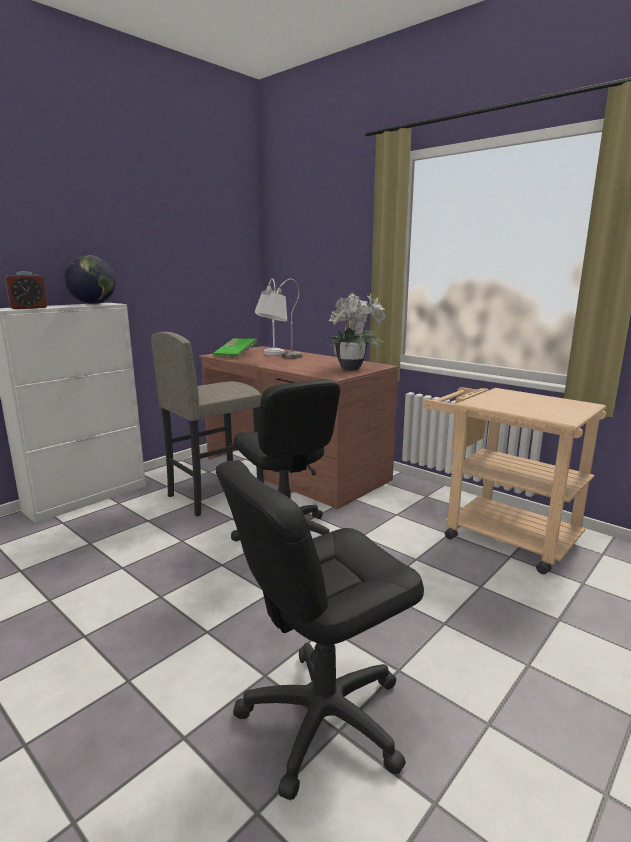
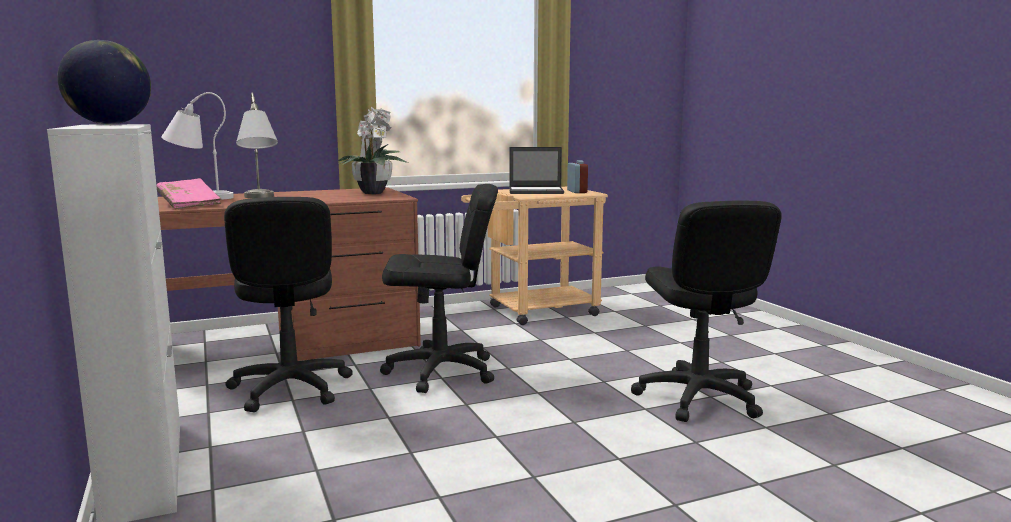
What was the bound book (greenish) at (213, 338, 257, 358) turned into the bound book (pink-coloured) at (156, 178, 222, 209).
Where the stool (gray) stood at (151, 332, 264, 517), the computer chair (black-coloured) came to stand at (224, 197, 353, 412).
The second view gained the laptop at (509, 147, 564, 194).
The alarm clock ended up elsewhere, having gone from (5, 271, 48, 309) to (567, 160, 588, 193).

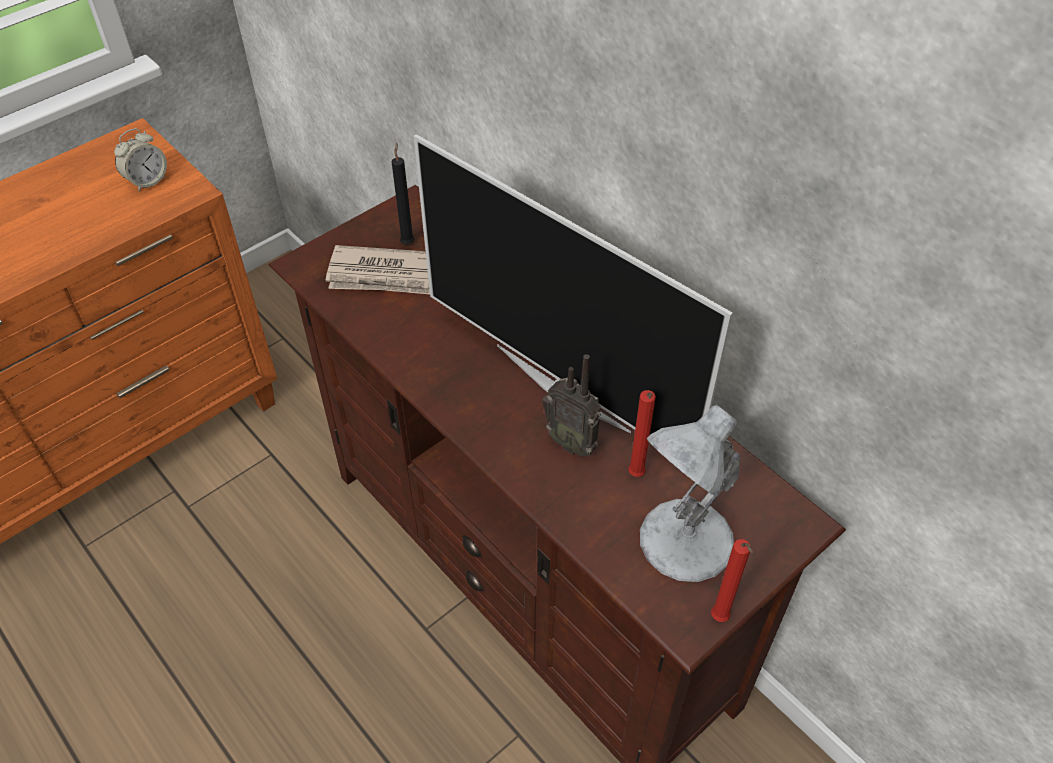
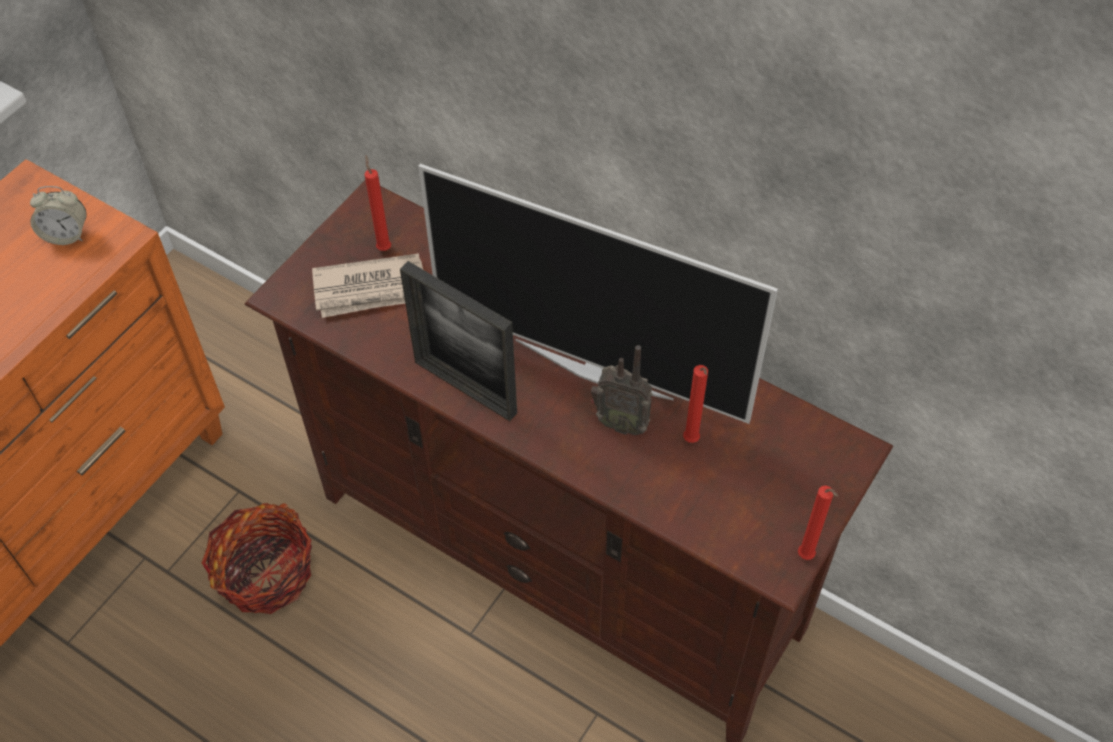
The alarm clock at (114, 128, 167, 191) ended up facing another way, 60 degrees clockwise from before.
The second view gained the household basket at (202, 503, 312, 614).
What was the wax light (black-coloured) at (391, 143, 415, 244) turned into the wax light (reddish) at (365, 155, 391, 251).
The second view gained the picture frame at (400, 261, 517, 421).
The second view lost the tabletop lamp (whitish) at (640, 405, 740, 582).

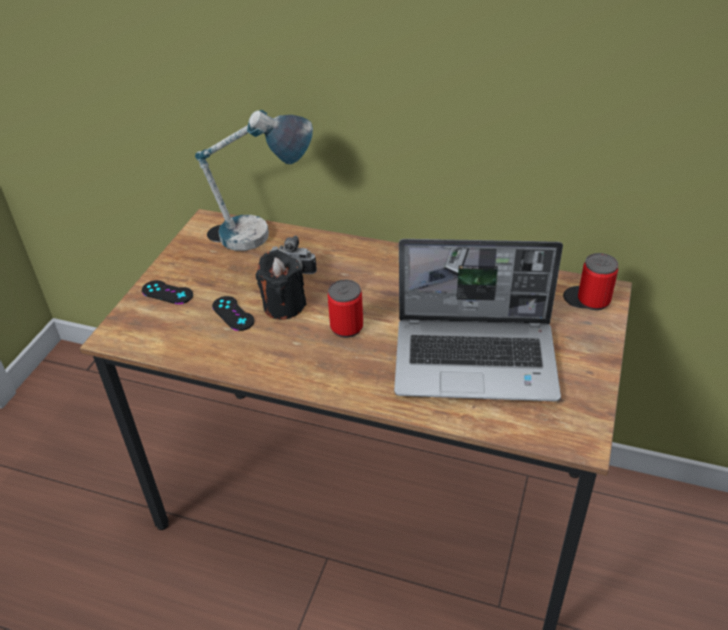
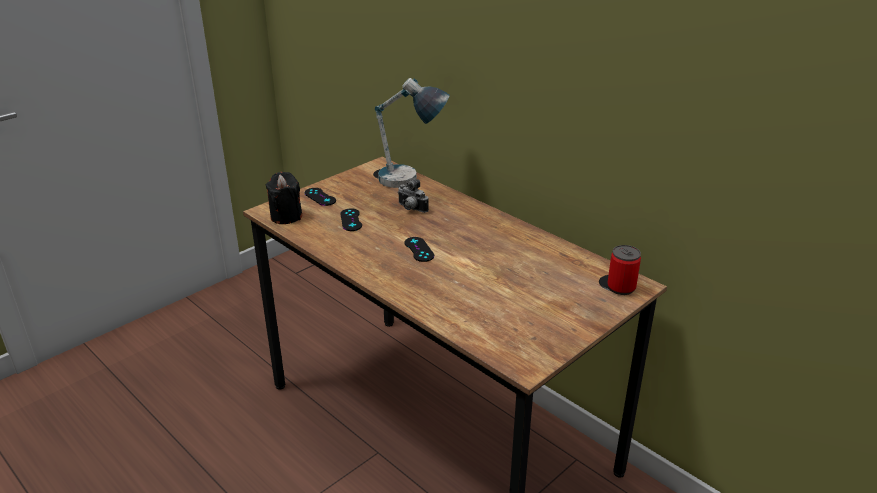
The wax light (black-coloured) ended up elsewhere, having gone from (256, 250, 307, 320) to (266, 172, 302, 224).
Where the metal can stood at (328, 280, 363, 338), the gamepad (black-coloured) came to stand at (404, 237, 434, 262).
The second view lost the laptop at (394, 239, 563, 401).

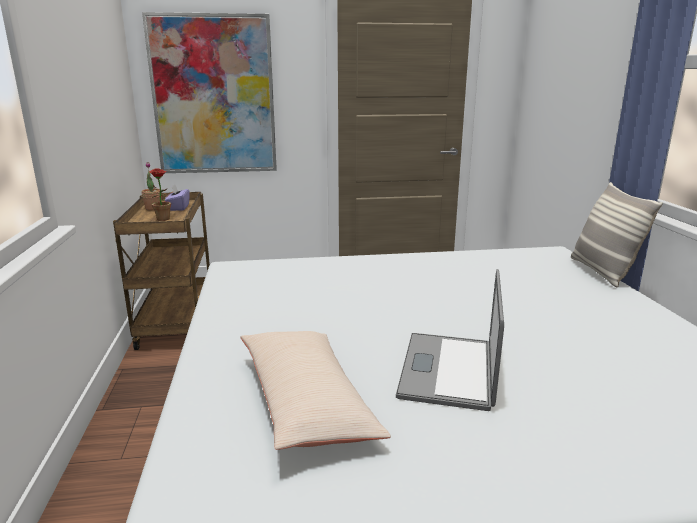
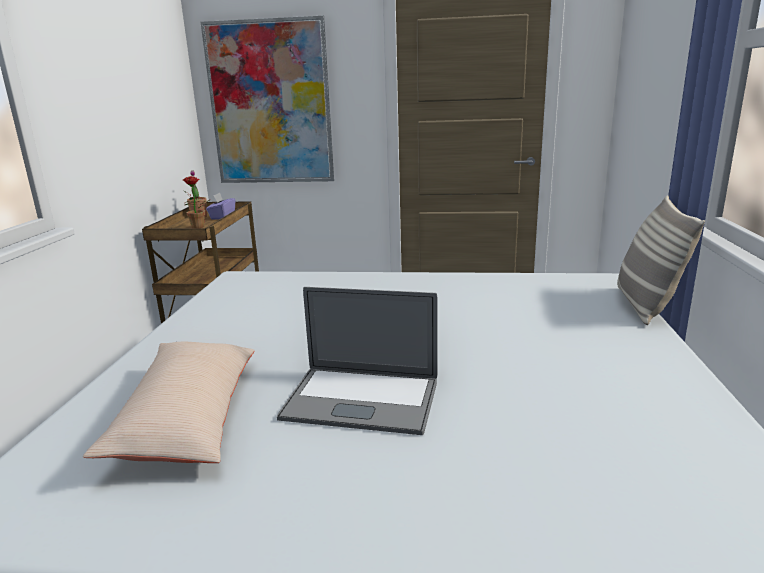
The laptop at (396, 269, 504, 411) ended up facing another way, 105 degrees counterclockwise from before.

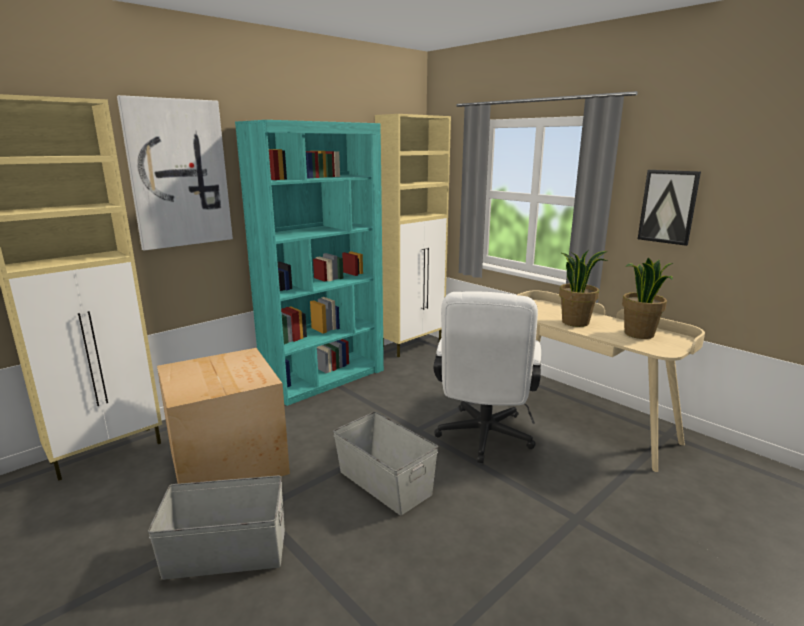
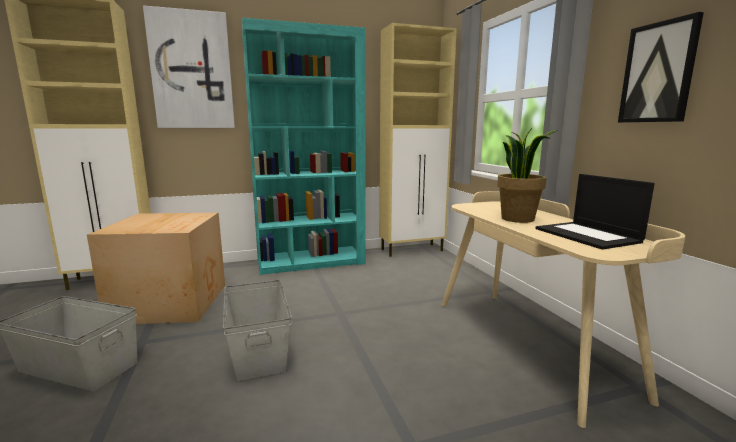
Where the houseplant stood at (622, 257, 673, 339), the laptop came to stand at (535, 174, 655, 250).
The second view lost the computer chair (whitish) at (433, 291, 541, 463).

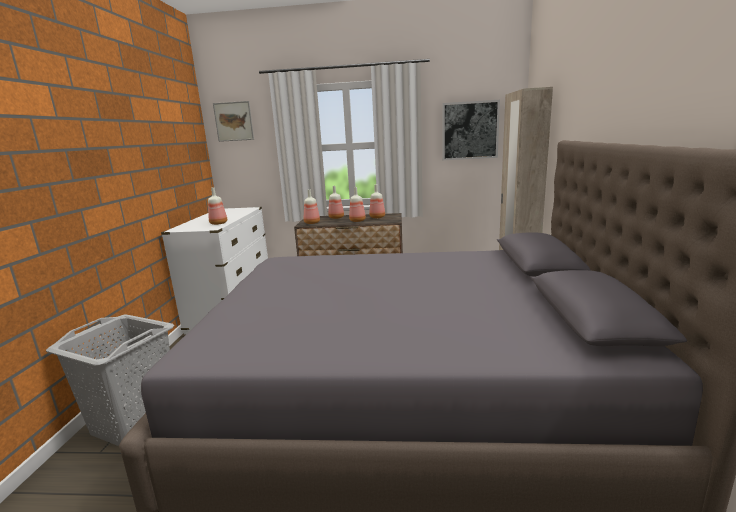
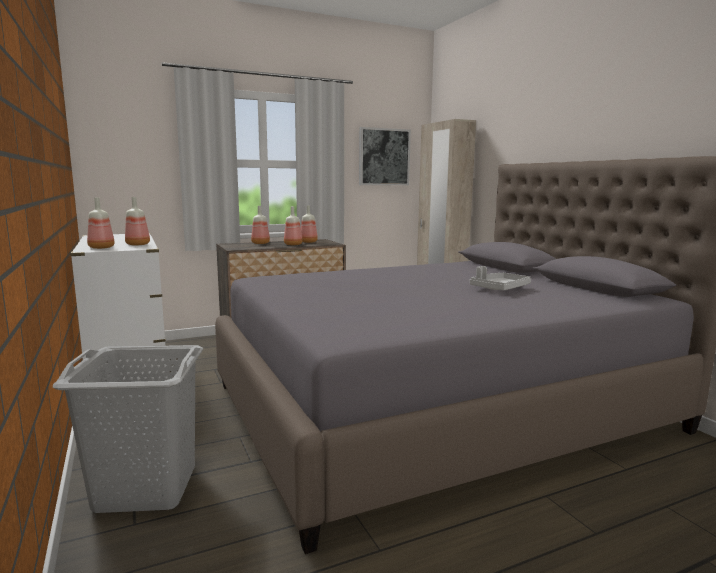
The bottle ended up elsewhere, having gone from (304, 189, 320, 224) to (87, 198, 115, 249).
The second view gained the tray (gray) at (470, 266, 531, 290).
The second view lost the wall picture at (213, 101, 254, 142).

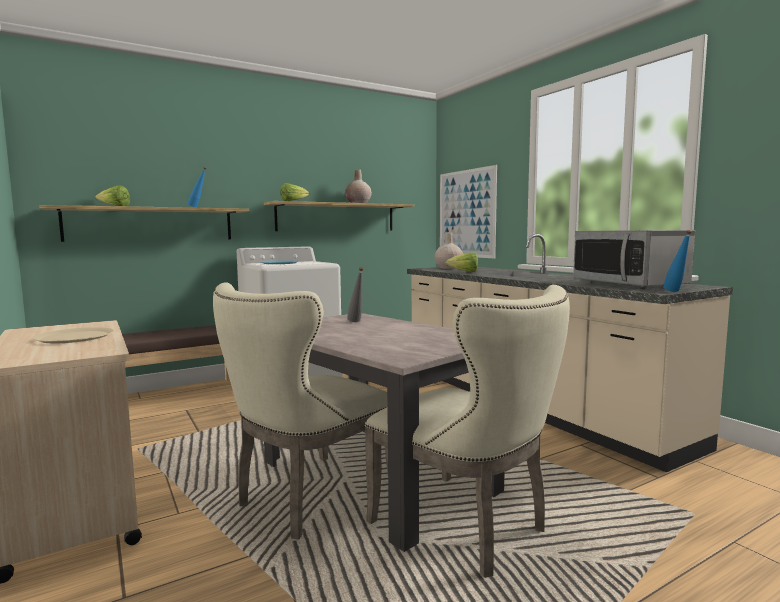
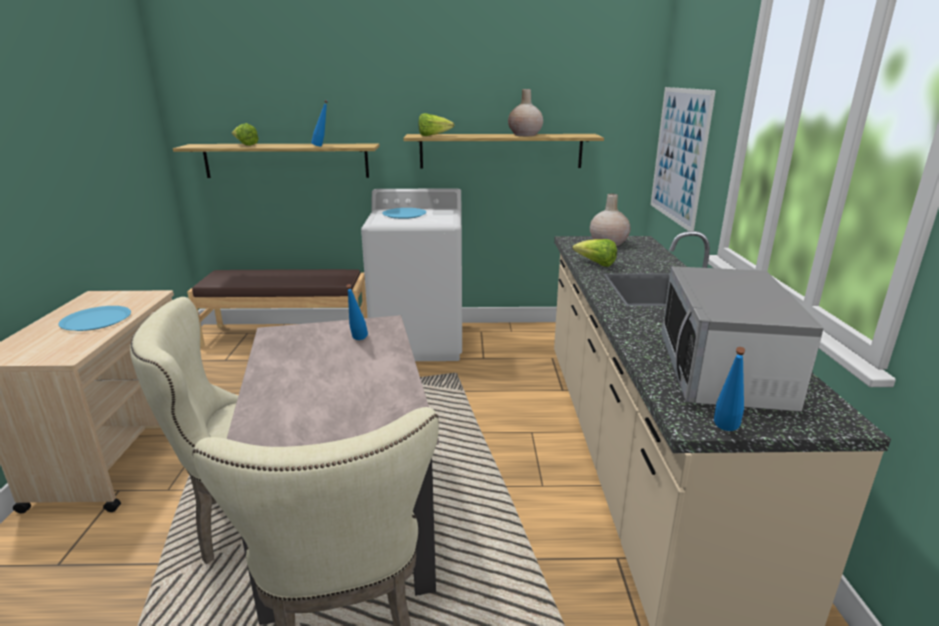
What was the flat dish (beige-coloured) at (33, 327, 114, 343) turned into the flat dish (bluish) at (59, 306, 131, 331).
What was the bottle (gray) at (347, 267, 363, 322) turned into the bottle (bluish) at (346, 284, 368, 340).

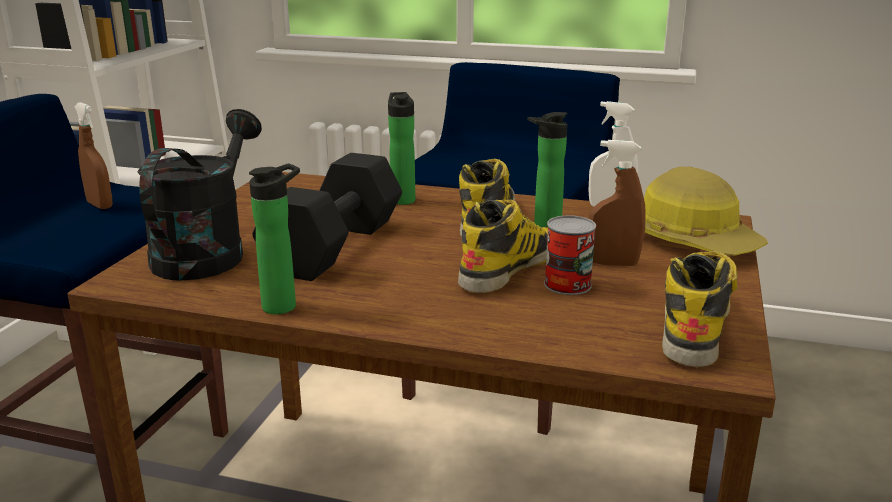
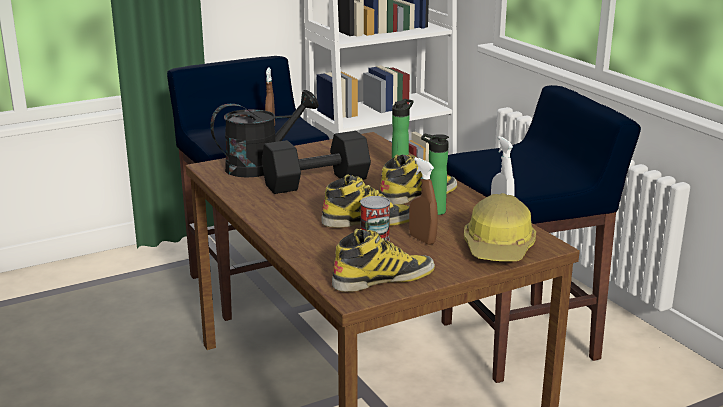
The second view lost the bottle at (249, 163, 300, 314).

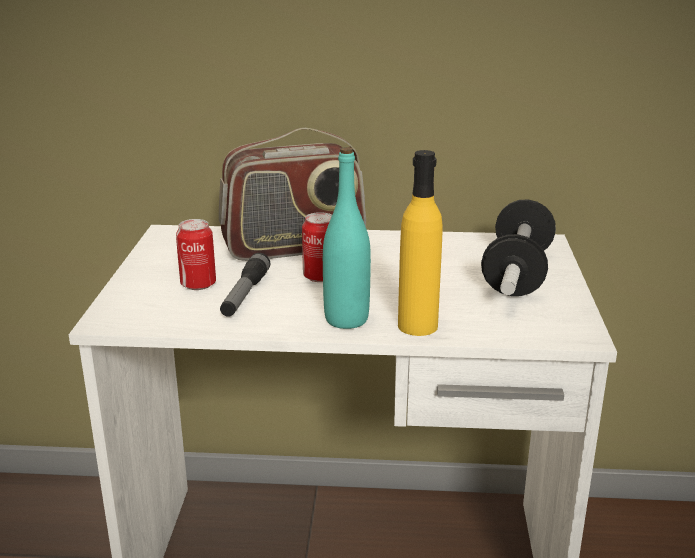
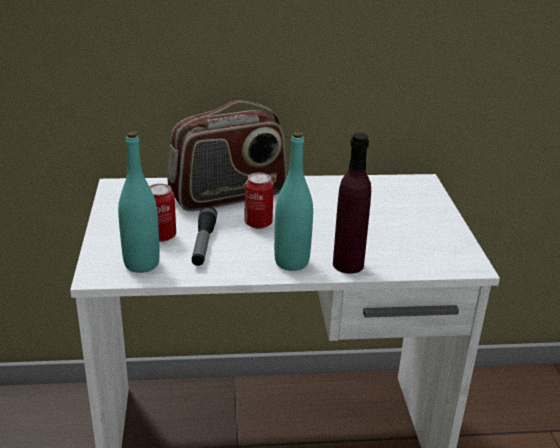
The second view gained the bottle (blue-green) at (118, 131, 160, 273).
What was the bottle (yellow) at (398, 150, 443, 336) turned into the bottle (purple) at (333, 133, 371, 274).
The second view lost the hand weight at (481, 199, 556, 296).

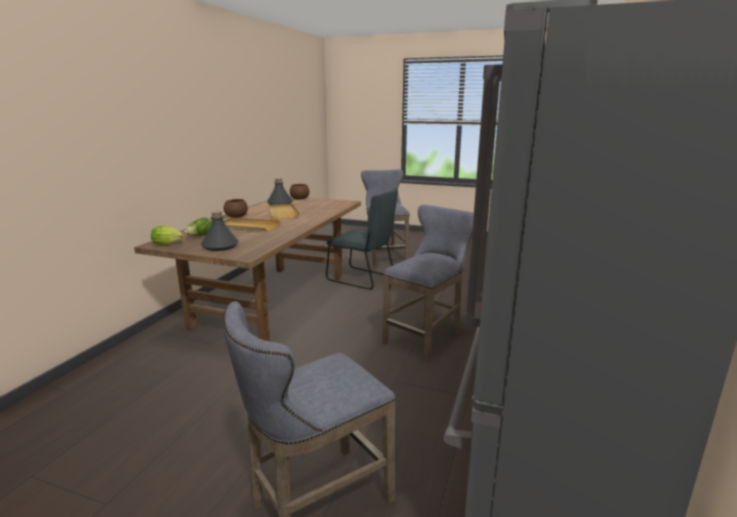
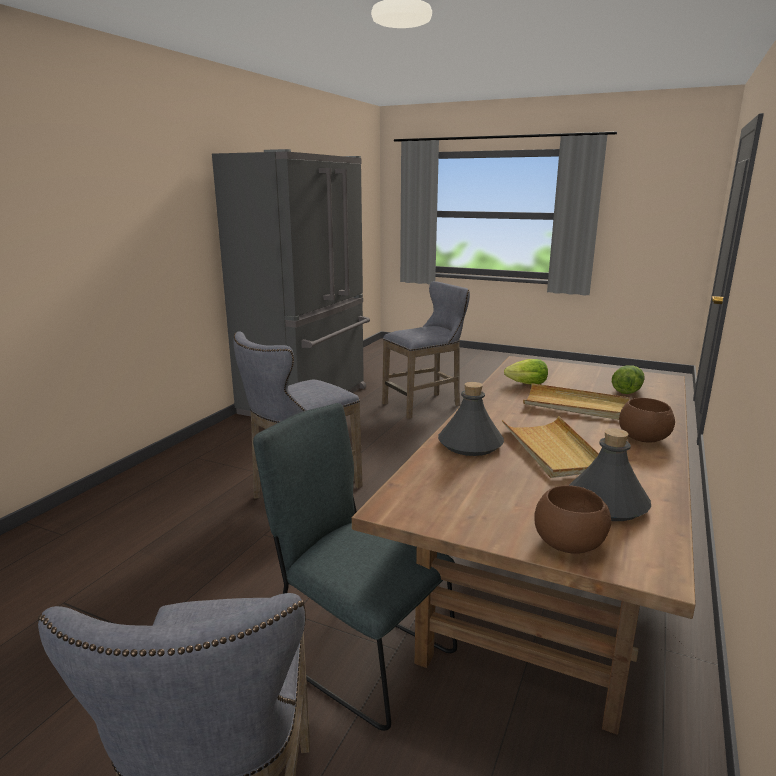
The bottle (gray) ended up elsewhere, having gone from (201, 211, 239, 251) to (438, 382, 504, 456).
The lettuce ended up elsewhere, having gone from (151, 226, 184, 245) to (504, 359, 548, 385).

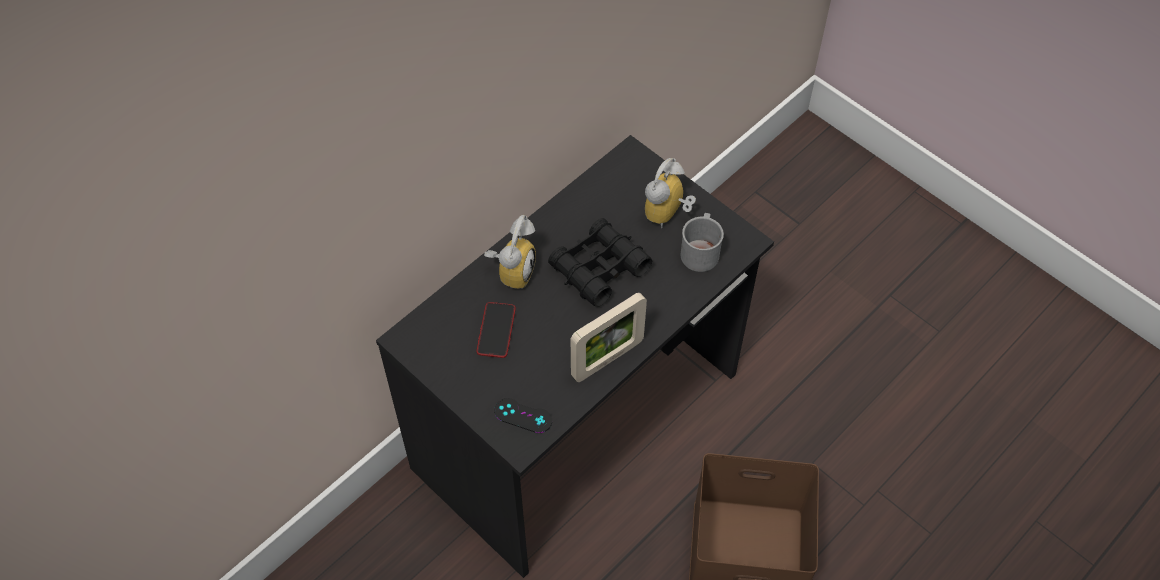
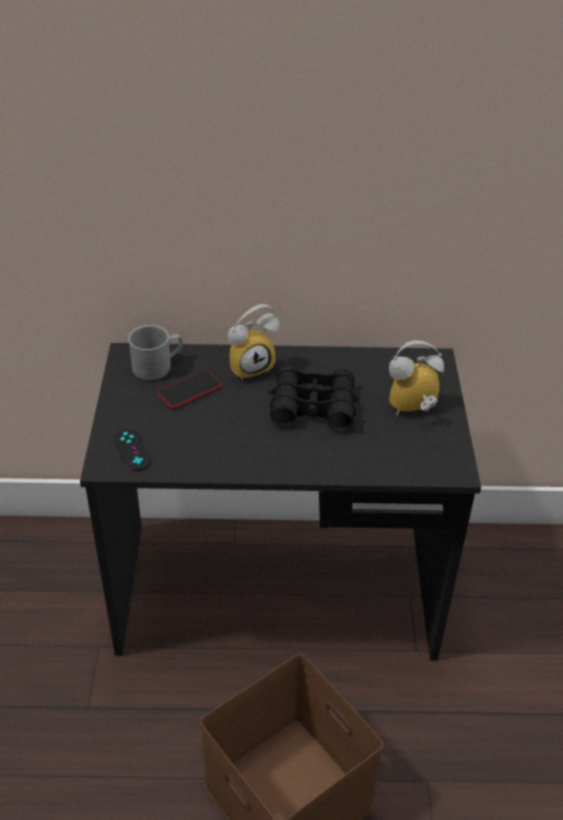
The mug (gray) ended up elsewhere, having gone from (681, 213, 724, 272) to (128, 325, 182, 380).
The second view lost the picture frame at (571, 292, 647, 382).

